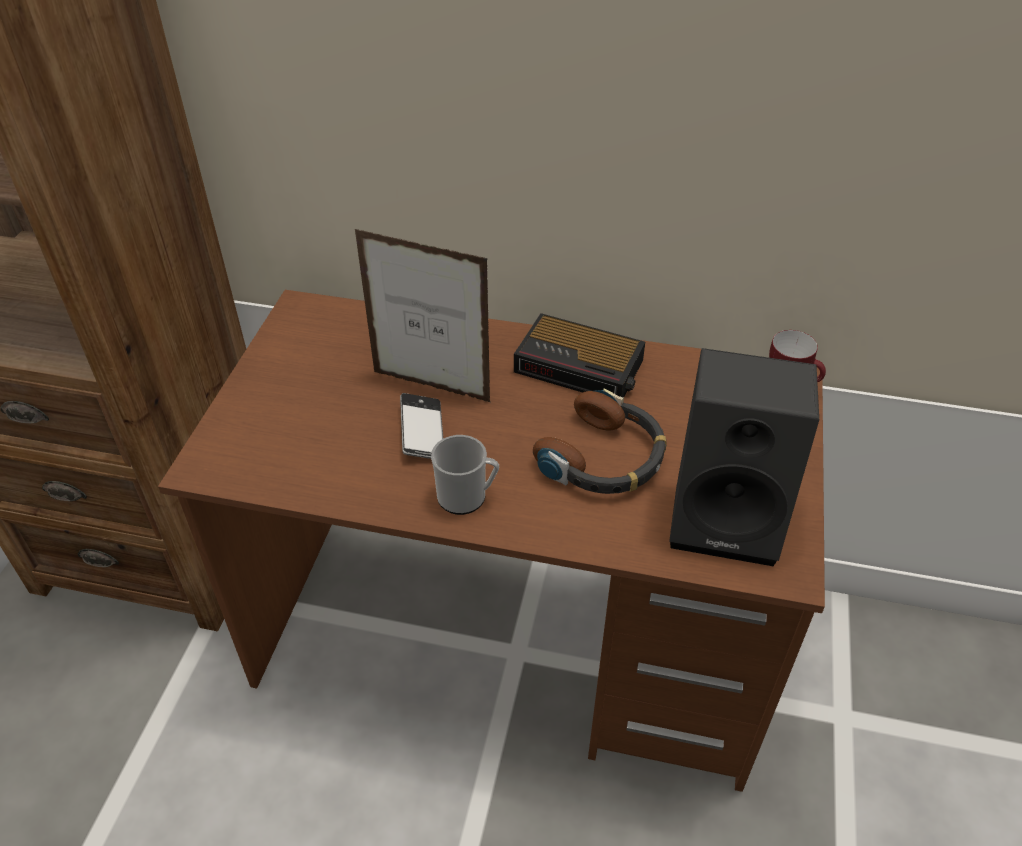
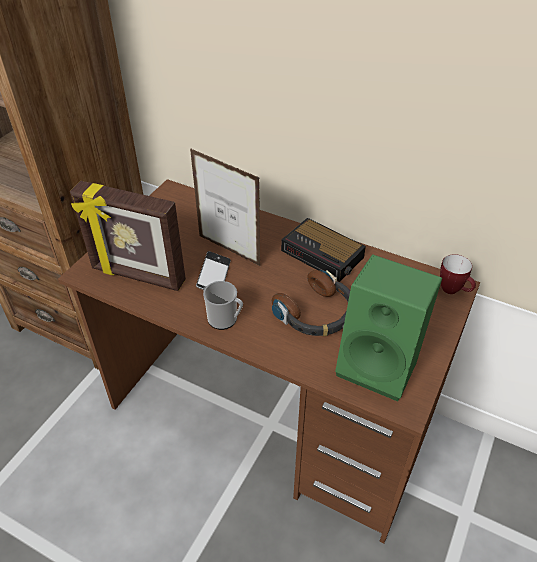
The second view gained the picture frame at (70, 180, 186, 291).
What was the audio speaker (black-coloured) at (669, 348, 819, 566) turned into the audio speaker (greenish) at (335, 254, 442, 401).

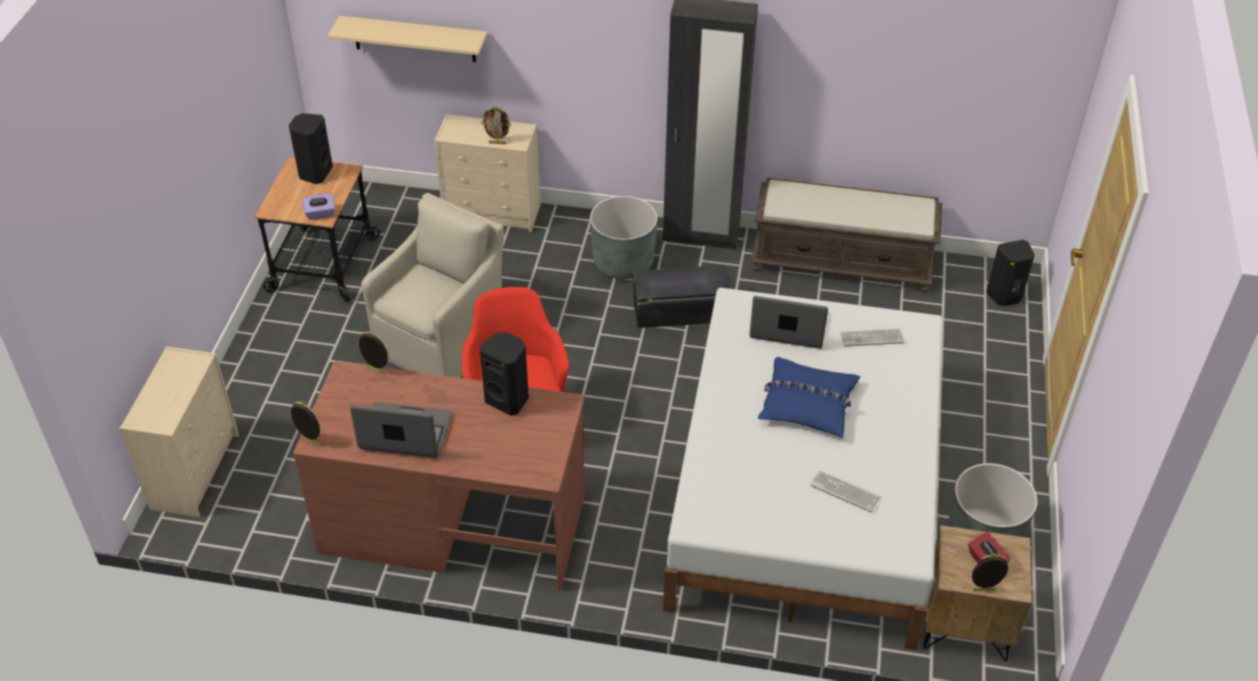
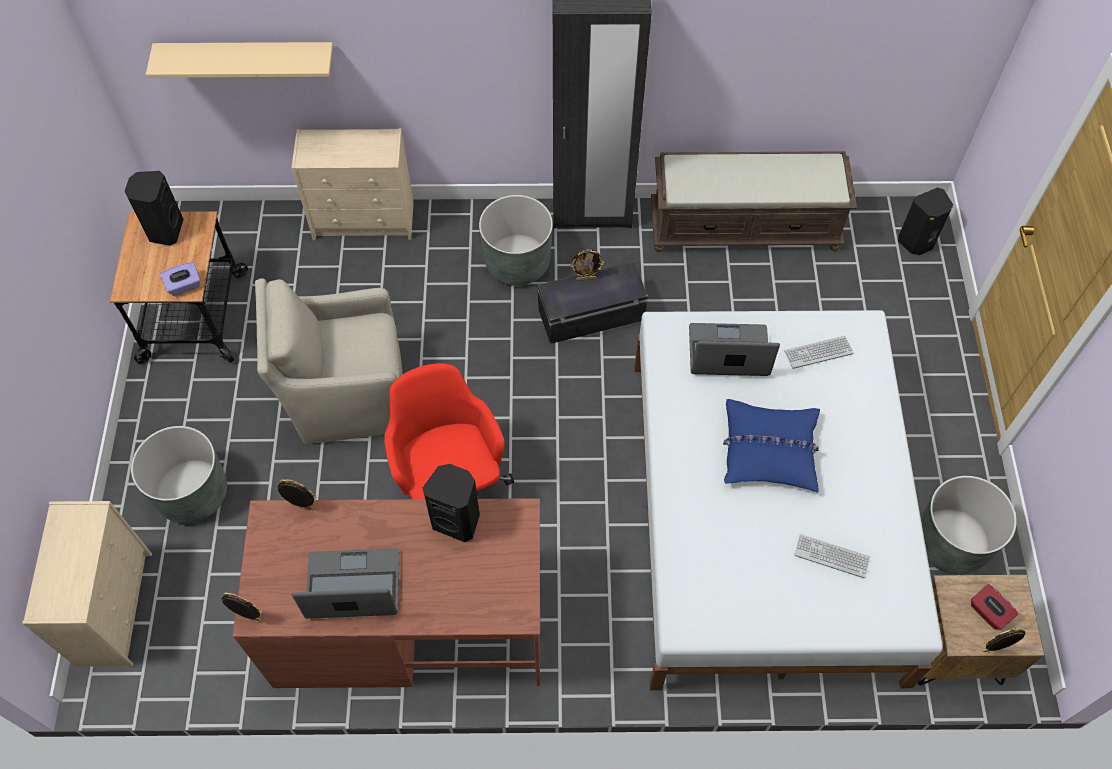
The second view gained the plant pot (gray) at (131, 426, 227, 524).
The easy chair (beige-coloured) at (361, 193, 504, 378) ended up facing another way, 120 degrees counterclockwise from before.
The picture frame ended up elsewhere, having gone from (481, 106, 511, 144) to (570, 249, 604, 281).

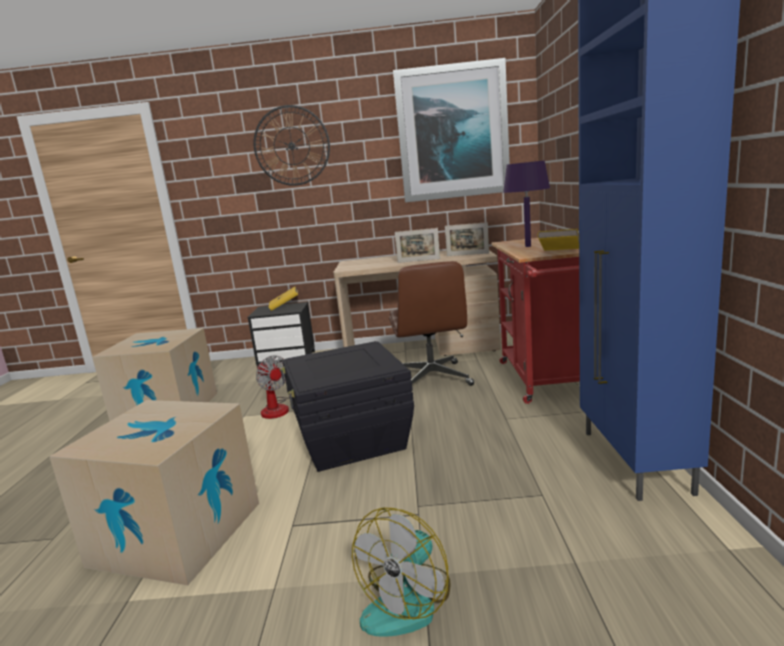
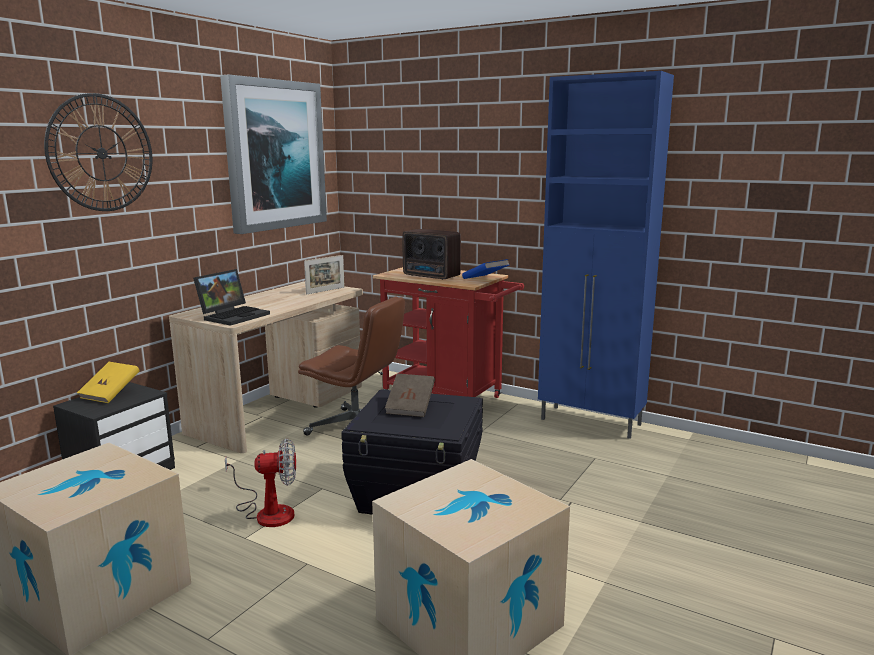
The second view gained the laptop at (193, 269, 270, 326).
The second view gained the bound book (brownish) at (385, 374, 435, 417).
Where the tabletop lamp (purple) stood at (503, 161, 550, 247), the radio set came to stand at (402, 229, 461, 280).
What was the bound book (yellow) at (537, 229, 579, 251) turned into the bound book (bluish) at (462, 259, 509, 279).
The second view lost the fan at (352, 507, 450, 637).
The second view lost the picture frame at (395, 228, 440, 263).

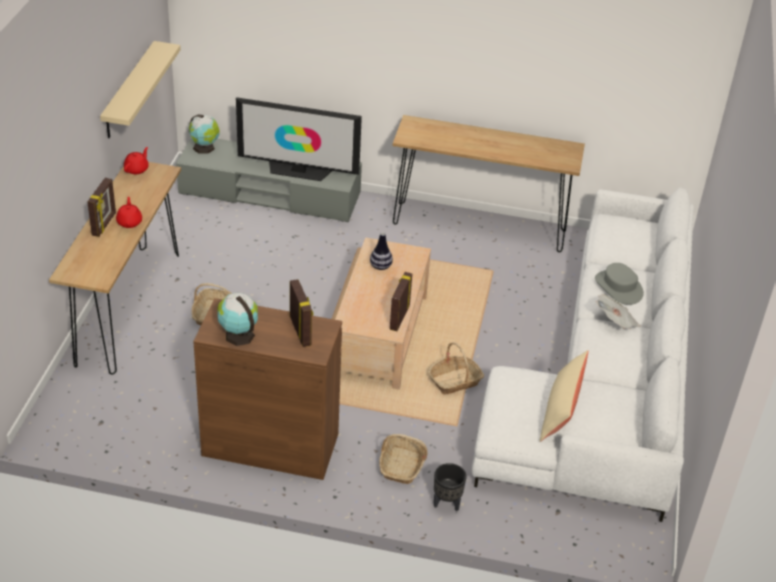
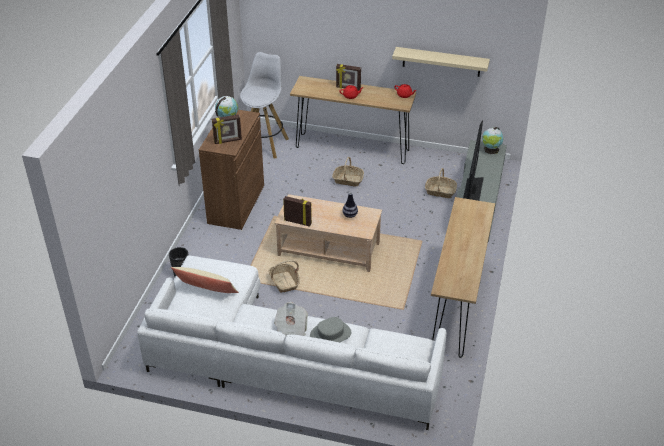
The second view gained the stool (whitish) at (240, 52, 289, 158).
The household basket ended up elsewhere, having gone from (379, 434, 428, 484) to (425, 168, 457, 198).

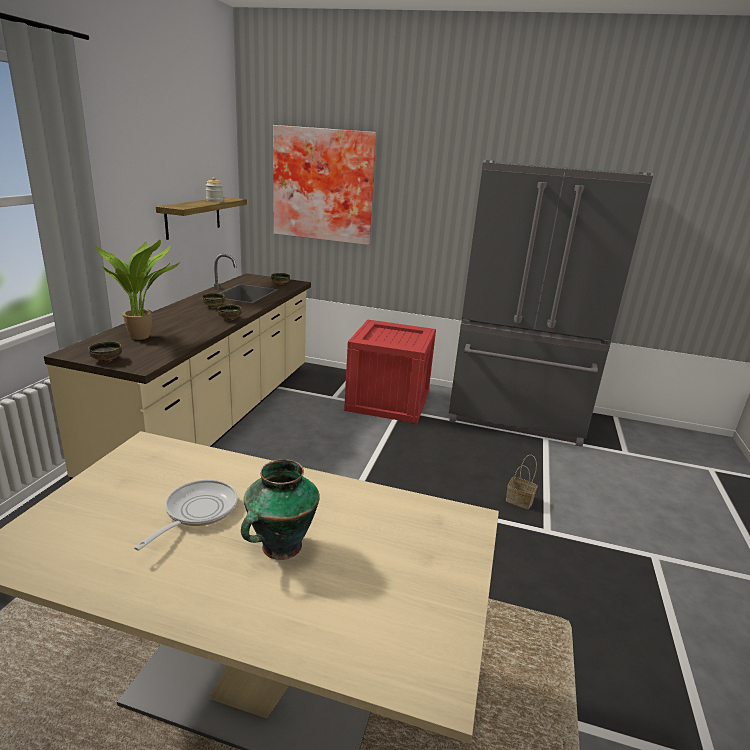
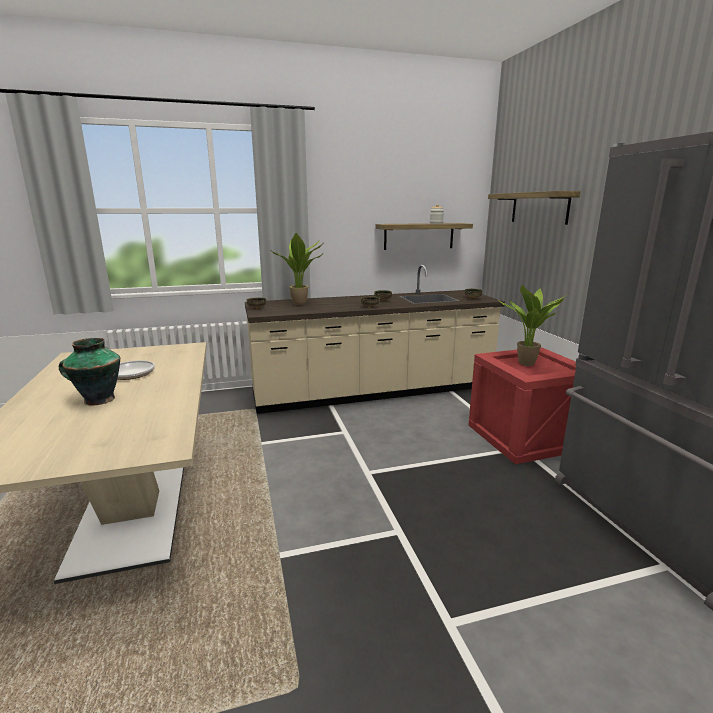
Where the wall picture hung at (273, 125, 376, 245), the bracket shelf came to hang at (488, 191, 581, 225).
The second view gained the houseplant at (499, 285, 565, 366).
The second view lost the household basket at (506, 455, 538, 509).

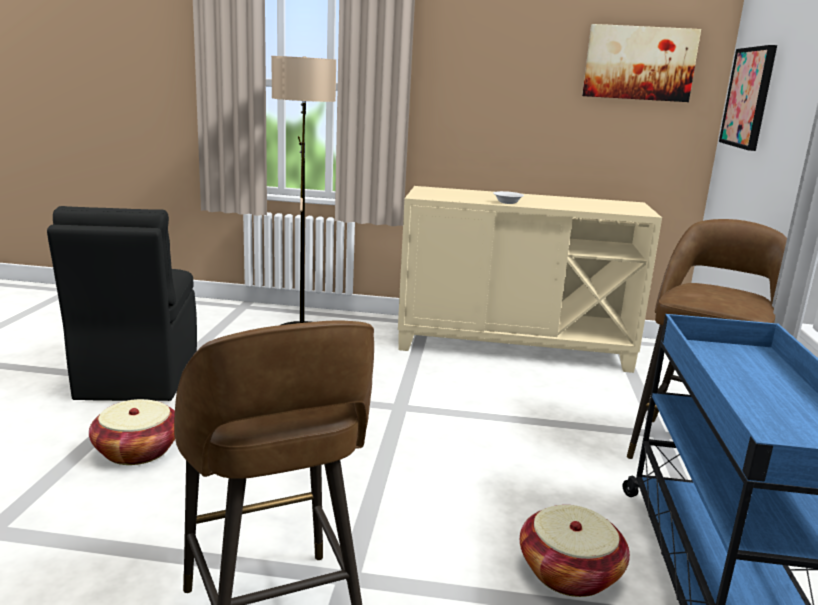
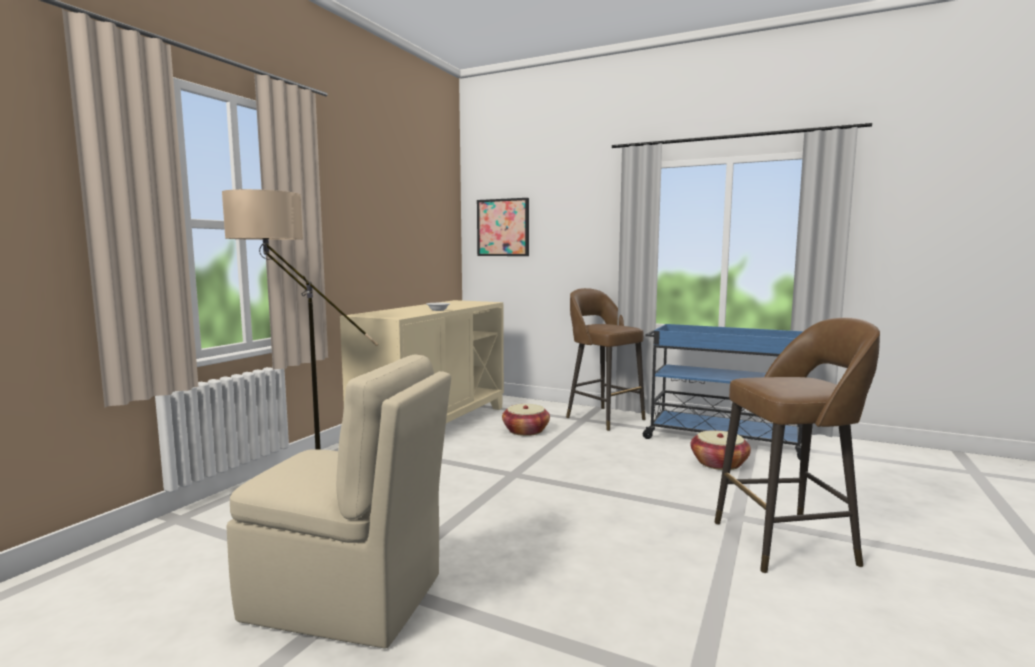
What was the plain chair (black-coloured) at (47, 206, 197, 401) turned into the plain chair (beige-coloured) at (226, 354, 451, 649).
The household basket ended up elsewhere, having gone from (89, 399, 175, 465) to (502, 404, 550, 436).
The second view lost the wall picture at (582, 24, 701, 102).

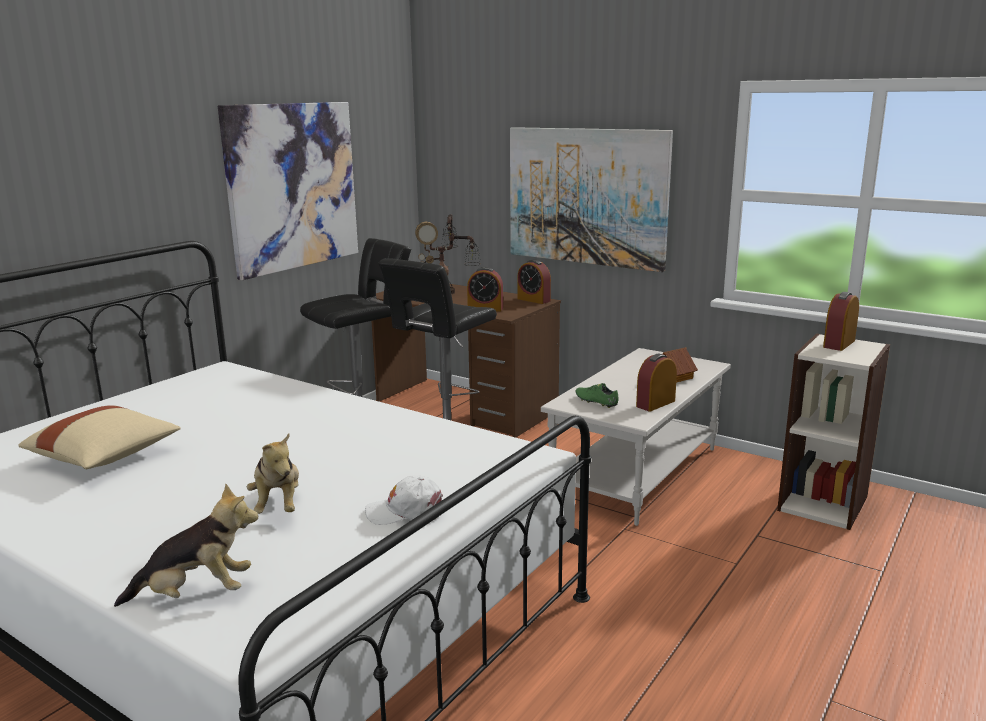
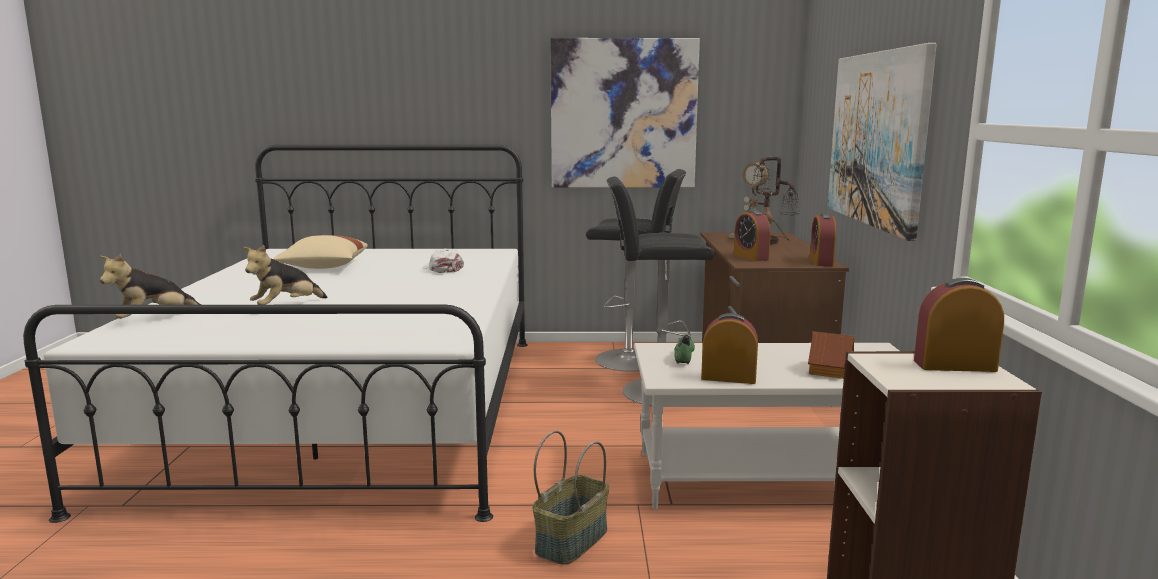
The plush toy at (114, 483, 258, 607) ended up facing another way, 90 degrees clockwise from before.
The baseball cap (whitish) ended up elsewhere, having gone from (365, 475, 443, 525) to (422, 249, 464, 273).
The second view gained the household basket at (532, 430, 609, 565).

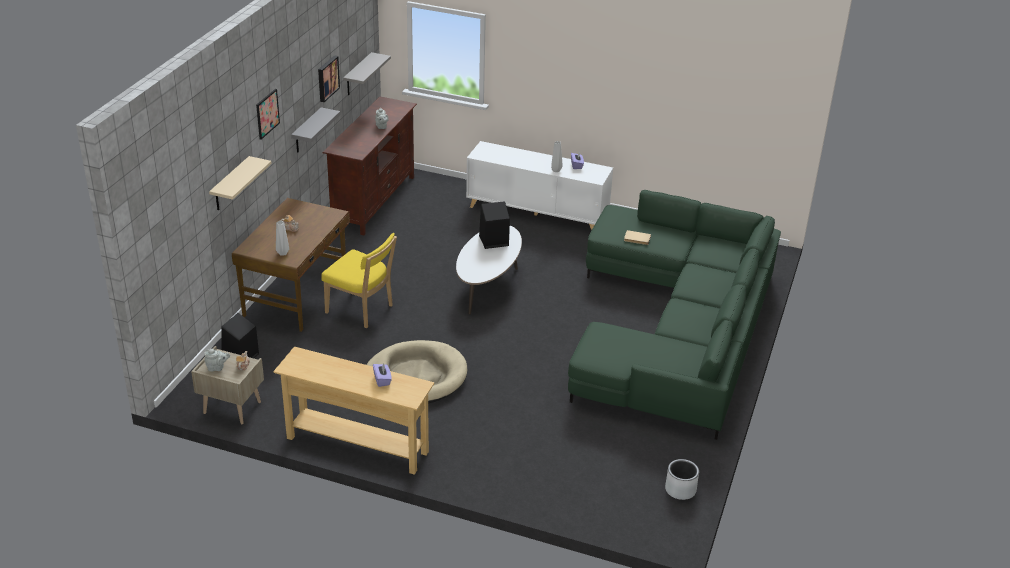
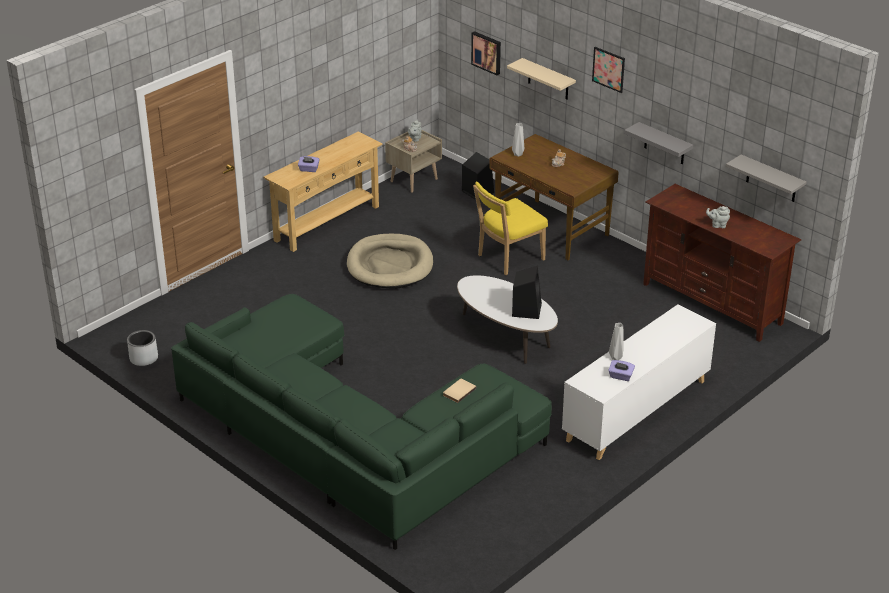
The wall picture ended up elsewhere, having gone from (318, 55, 340, 102) to (471, 31, 501, 75).

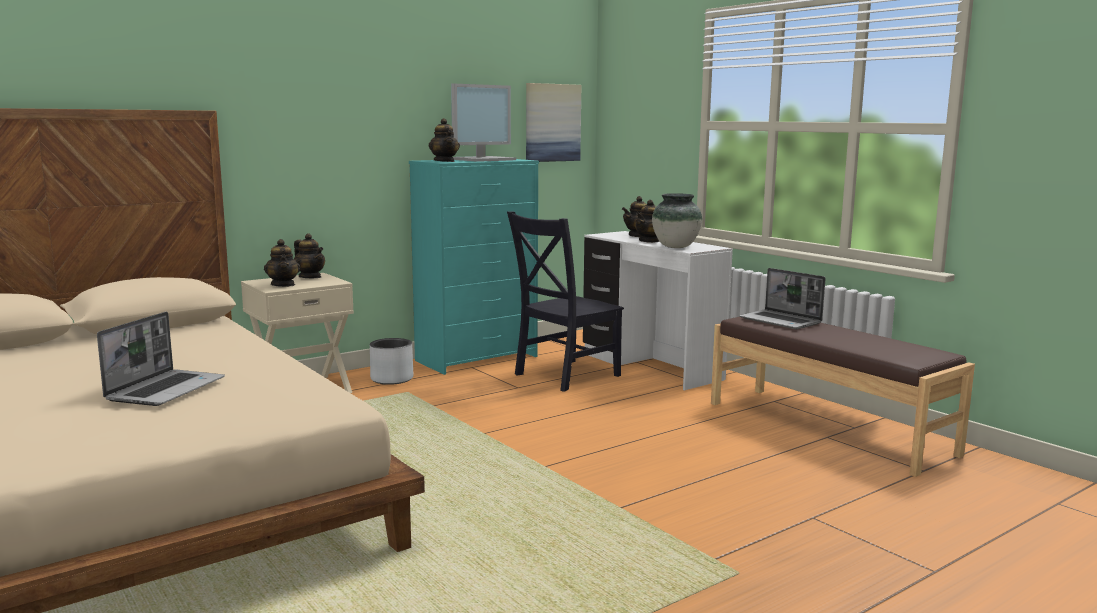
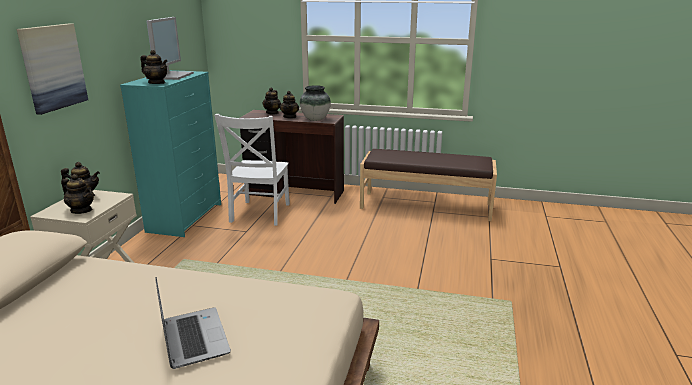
The wall picture ended up elsewhere, having gone from (526, 83, 581, 162) to (17, 24, 88, 115).
What was the plain chair (black-coloured) at (507, 211, 624, 392) turned into the plain chair (whitish) at (214, 114, 290, 226).
What was the desk unit (whitish) at (583, 231, 733, 391) turned into the desk unit (brownish) at (240, 110, 344, 204).
The second view lost the plant pot (gray) at (370, 338, 413, 385).
The second view lost the laptop at (740, 268, 825, 329).

